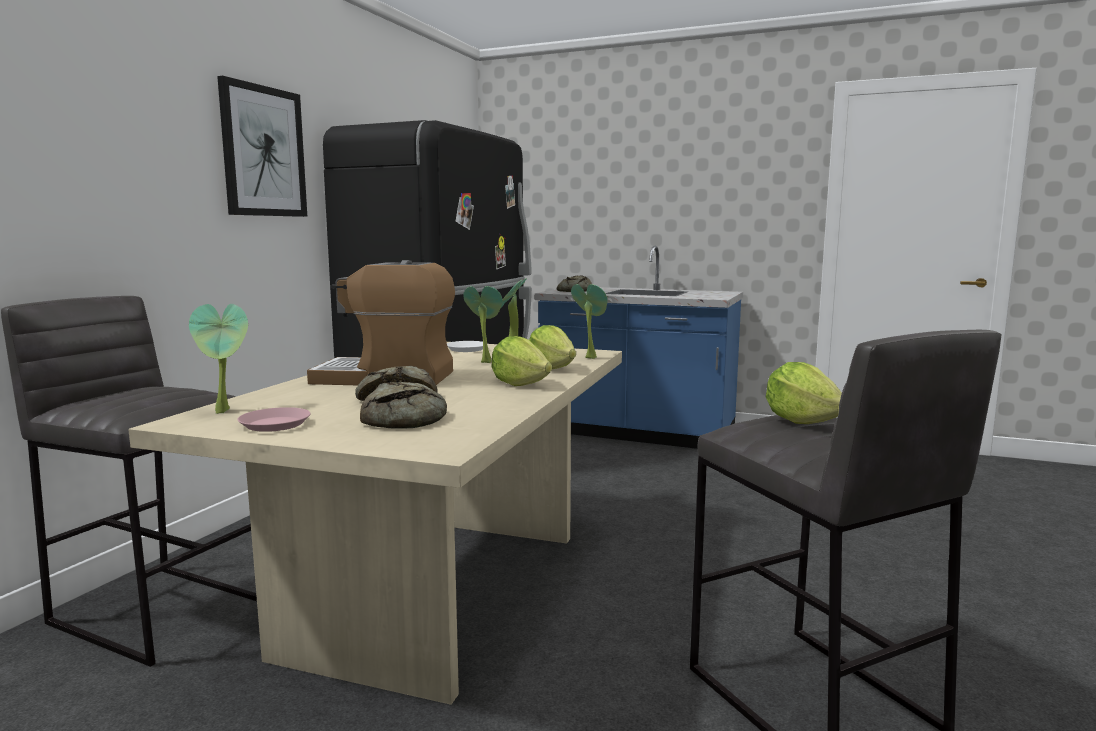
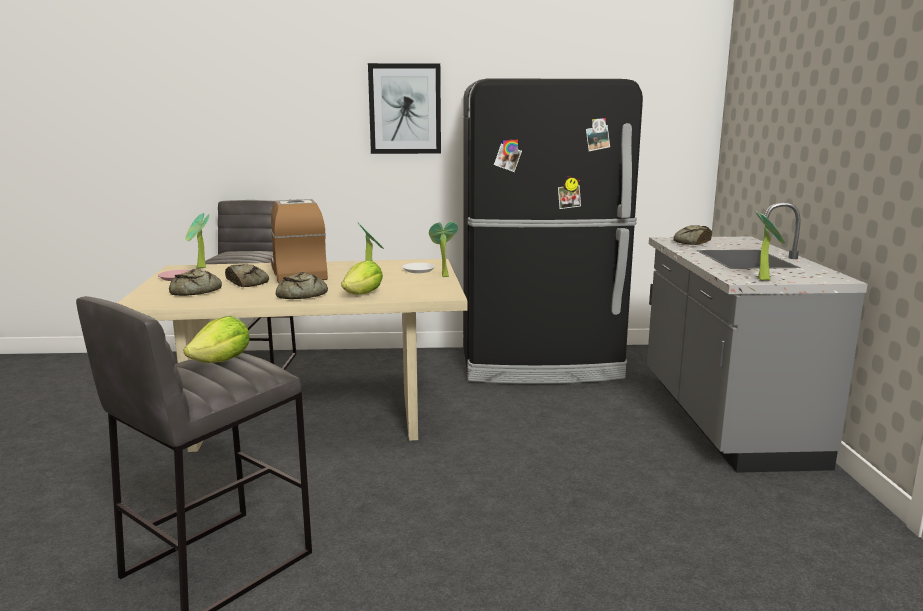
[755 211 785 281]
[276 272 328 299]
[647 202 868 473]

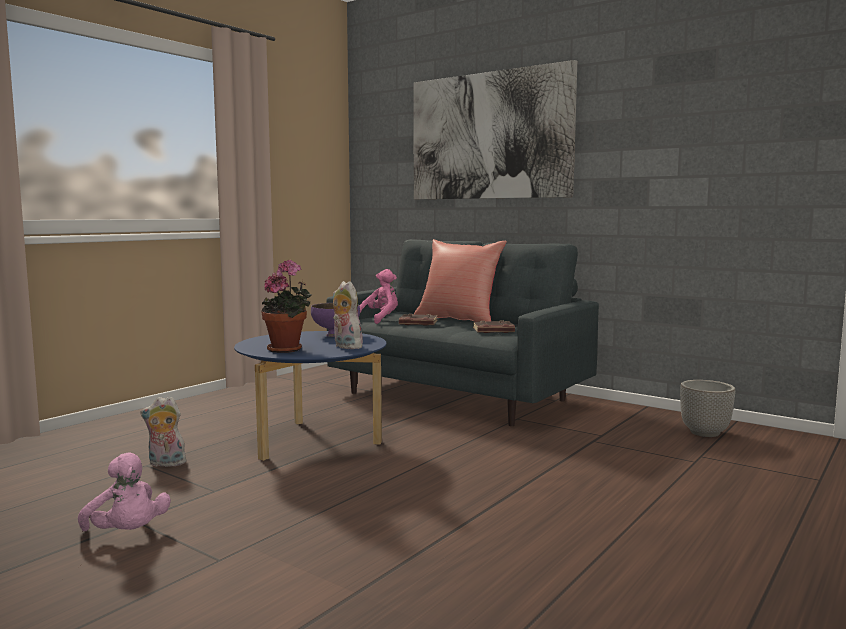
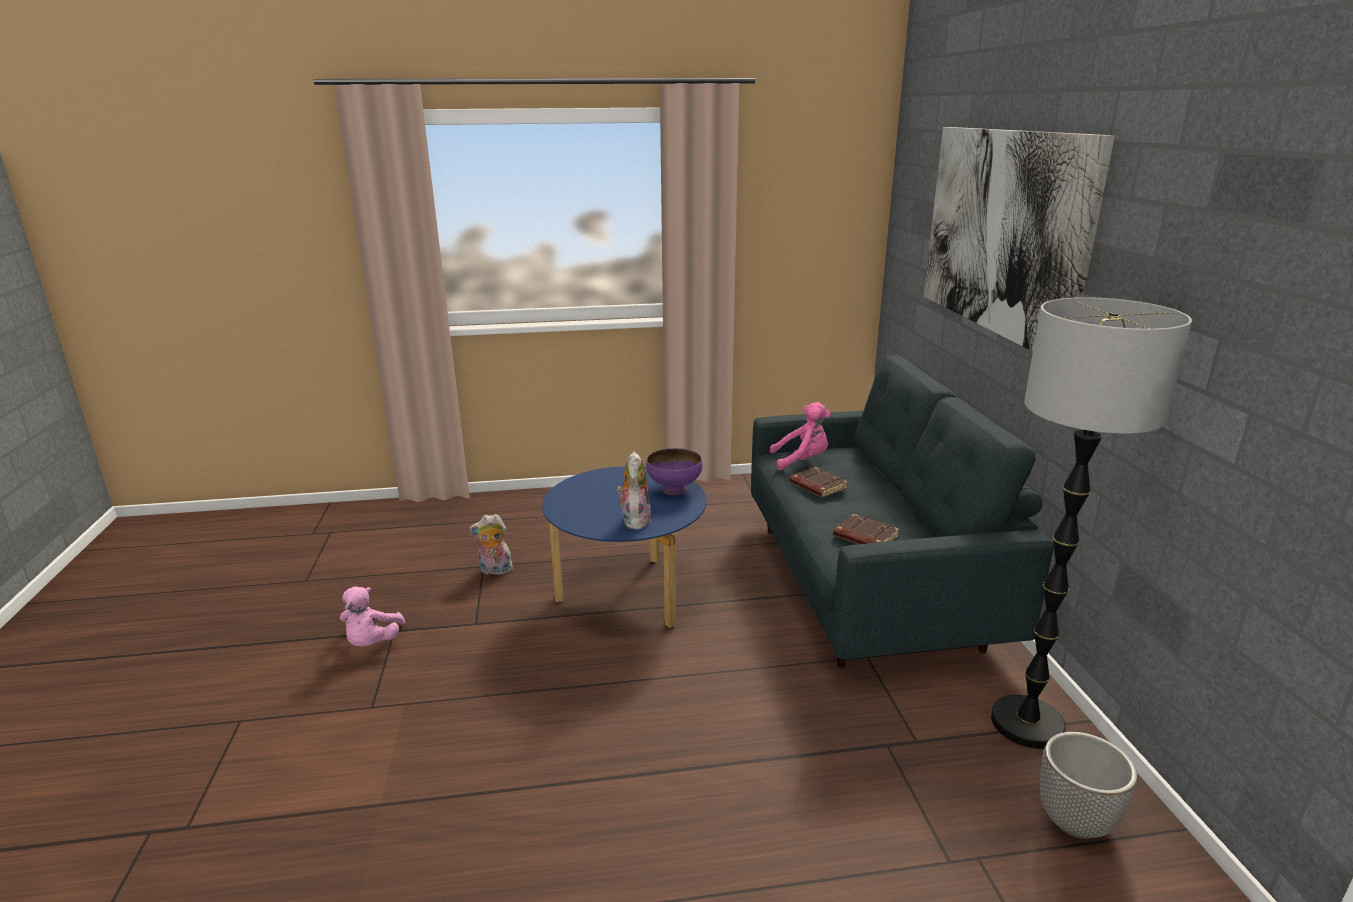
[261 260 312 353] (first image)
[414 239 507 322] (first image)
[991 297 1192 749]
[469 514 513 575]

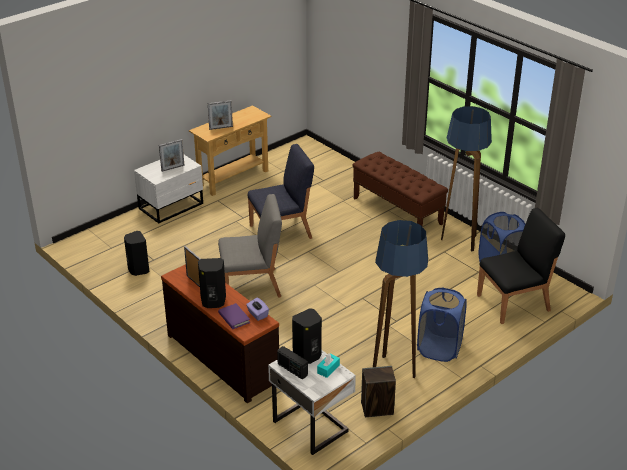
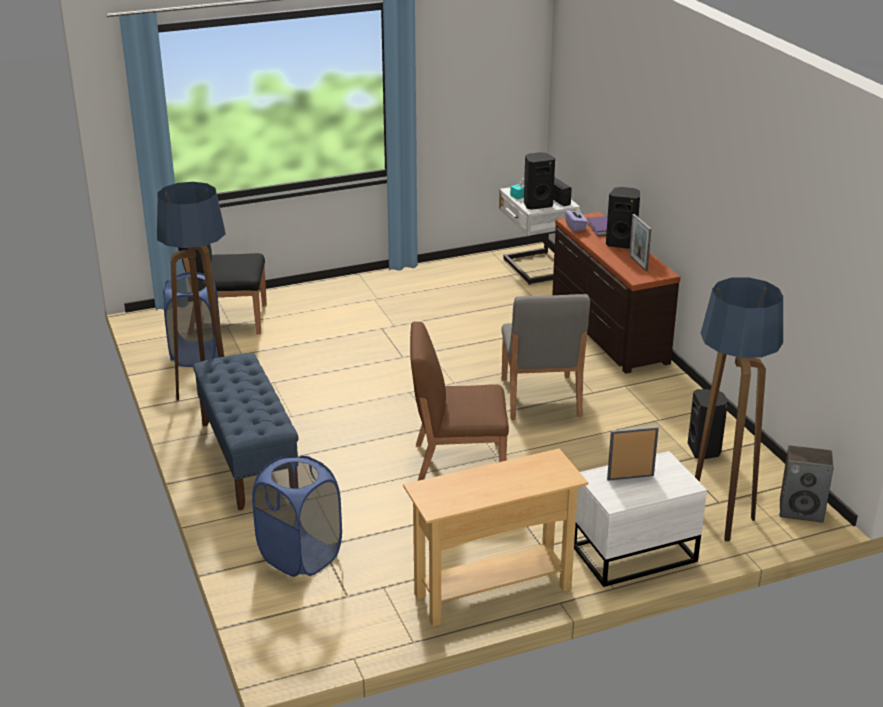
[208 100 233 130] (first image)
[780 445 834 523]
[695 277 783 541]
[252 456 342 577]
[410 322 509 481]
[193 353 299 510]
[501 294 590 420]

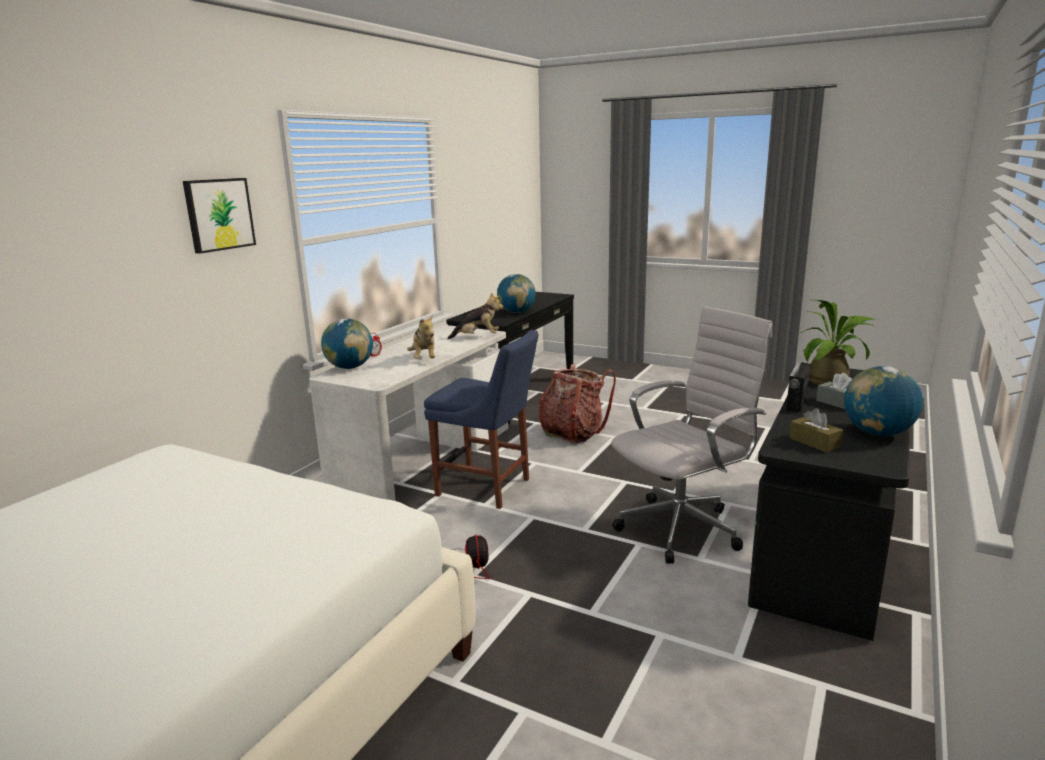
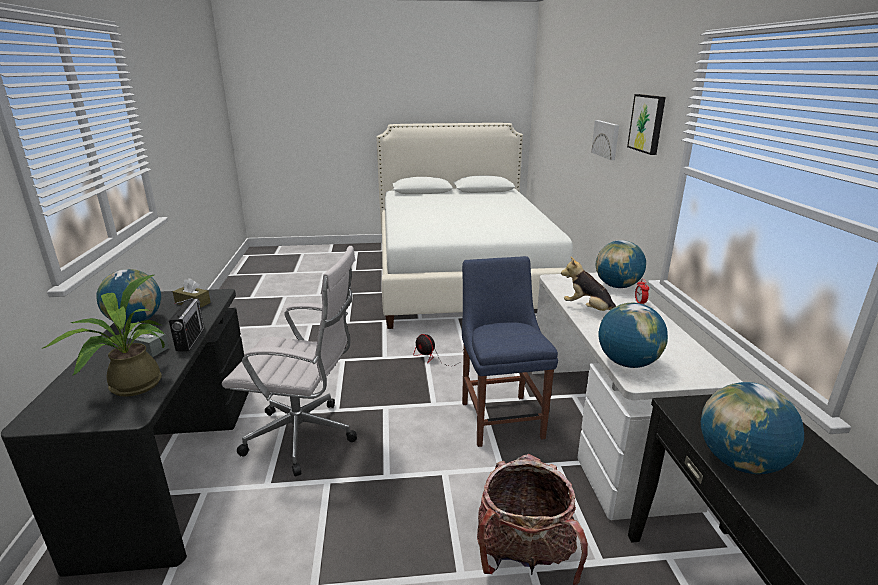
[591 120 619 160]
[598 303 668 368]
[462 256 558 447]
[222 246 357 477]

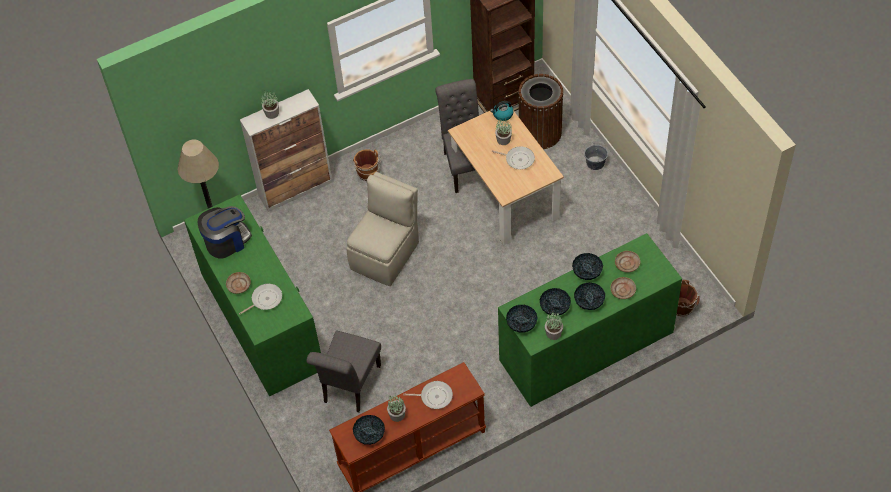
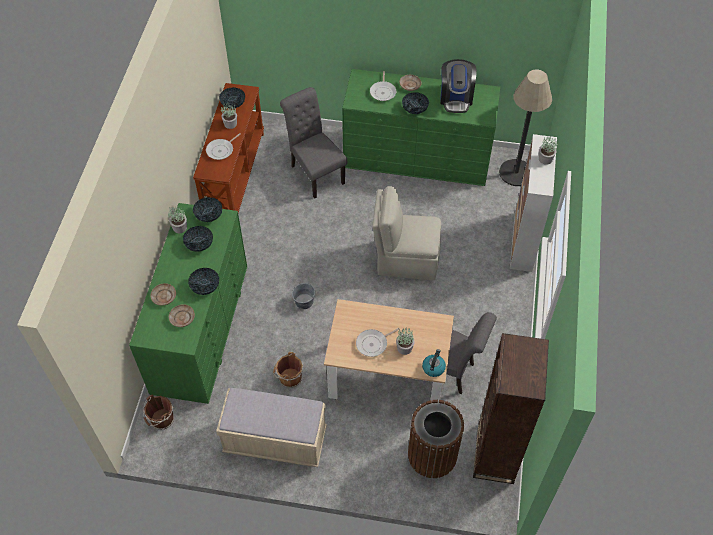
[216 388 327 467]
[273 352 303 388]
[402 92 429 114]
[292 283 315 309]
[372 186 441 280]

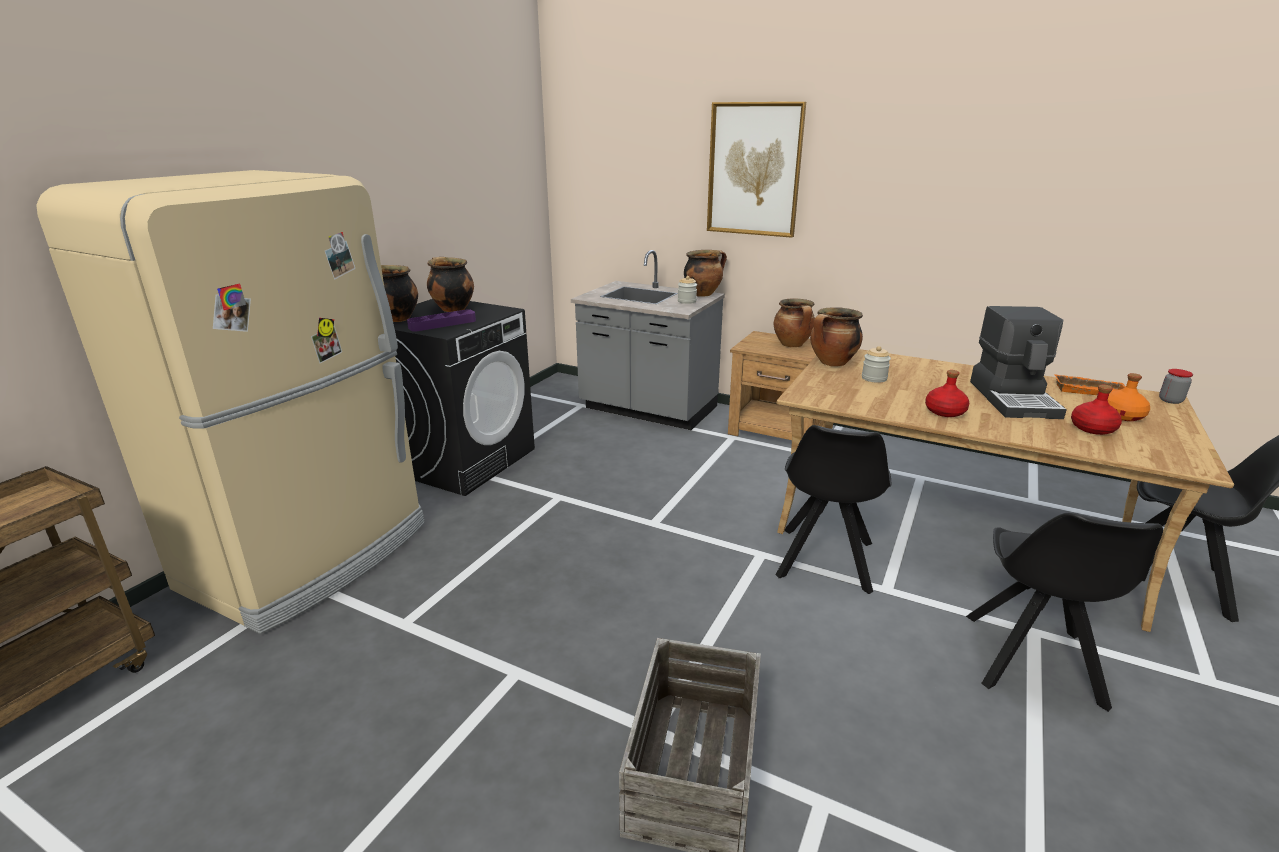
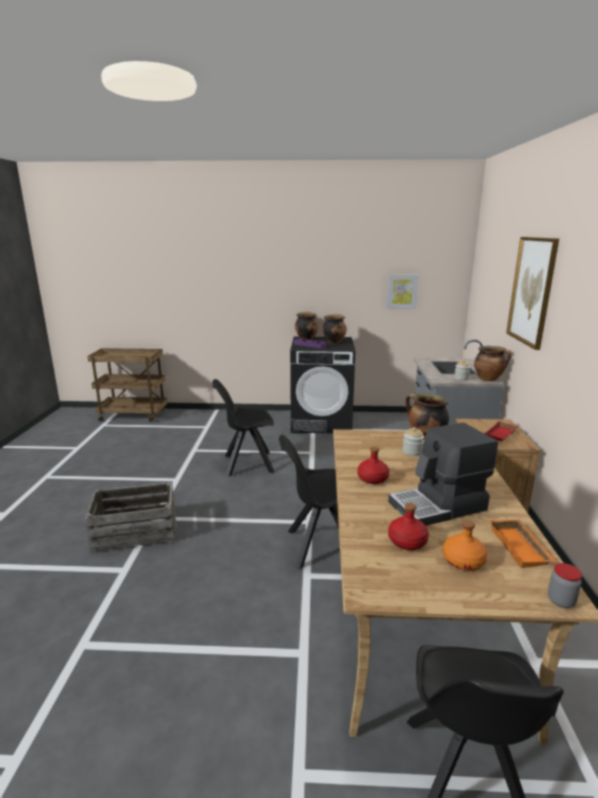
[36 170 425 634] (first image)
[387 275 419 309]
[212 379 275 477]
[484 421 518 442]

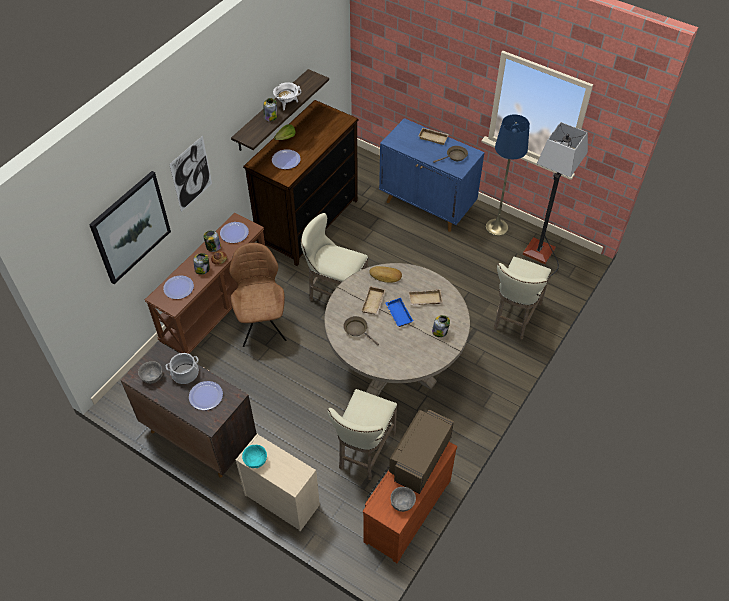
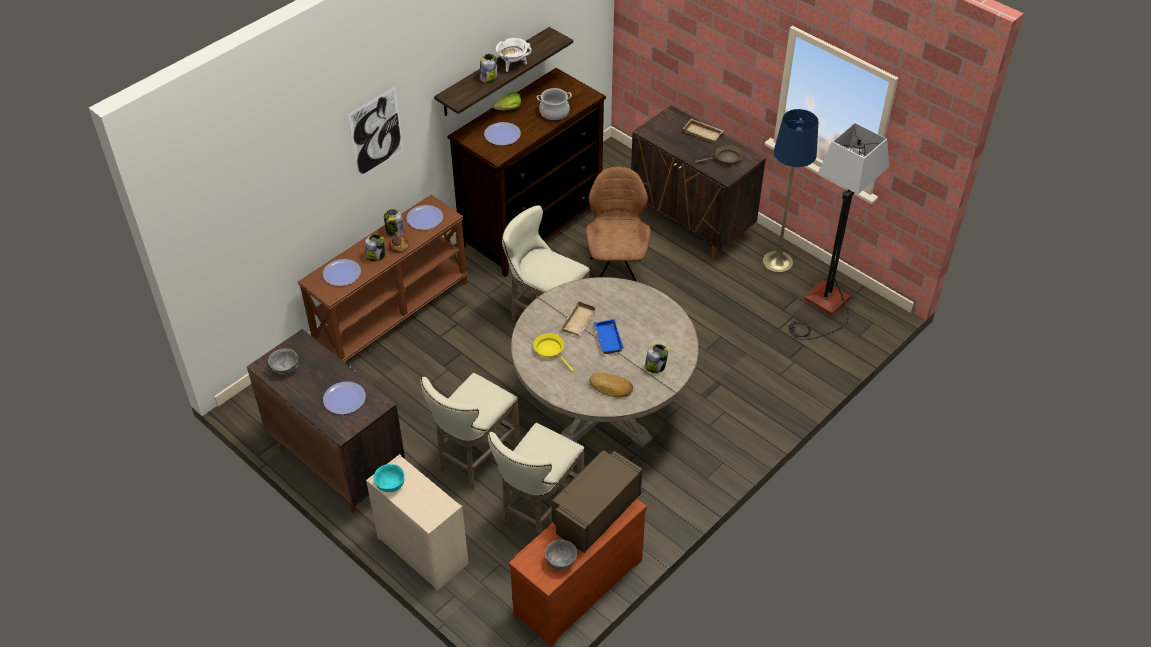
[89 171 171 284] (first image)
[409 289 443 305] (first image)
[537 88 572 121]
[586 166 651 282]
[589 372 633 397]
[421 373 521 490]
[533 333 574 372]
[631 105 766 260]

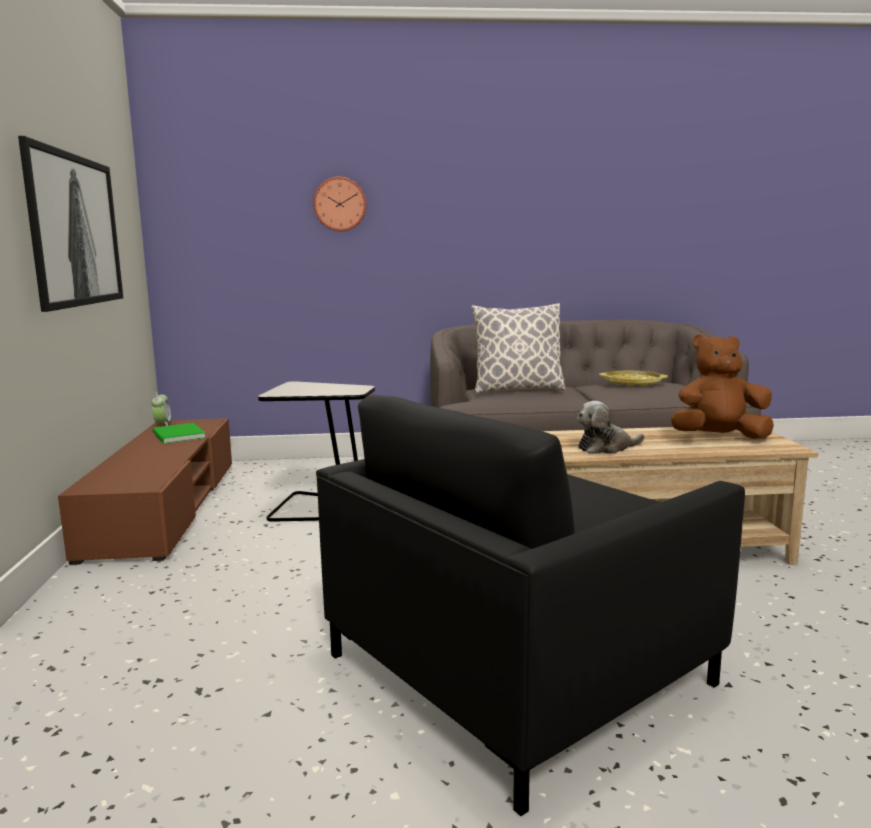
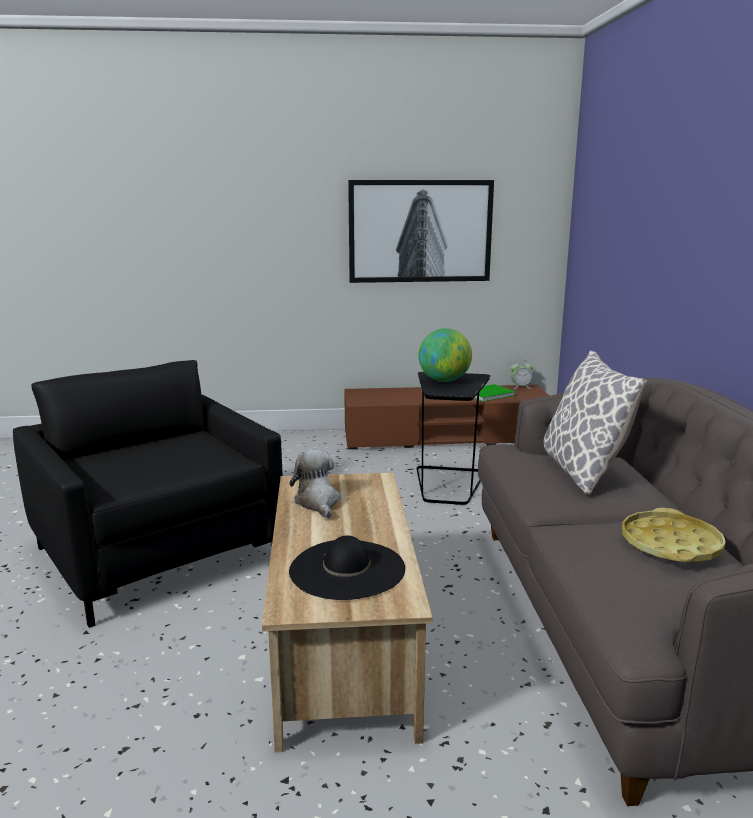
[313 177 366 232] (first image)
[418 328 472 382]
[289 535 405 600]

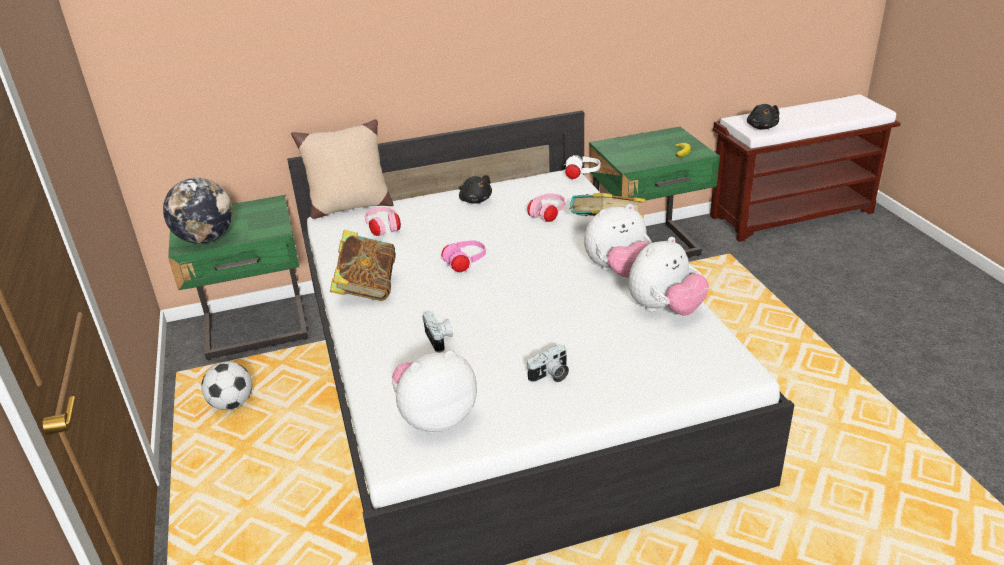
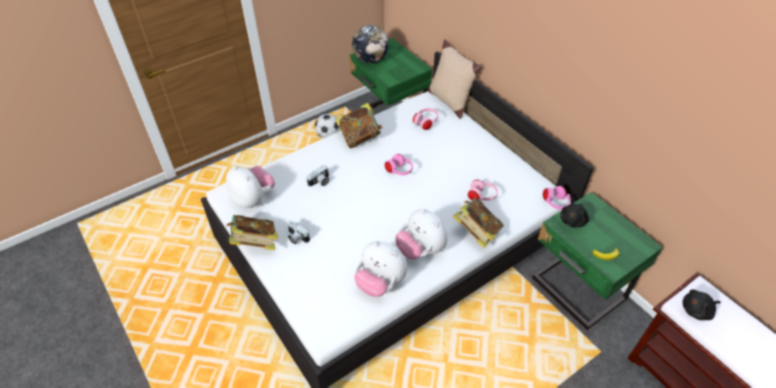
[226 215 278 250]
[560 204 589 228]
[543 186 571 209]

